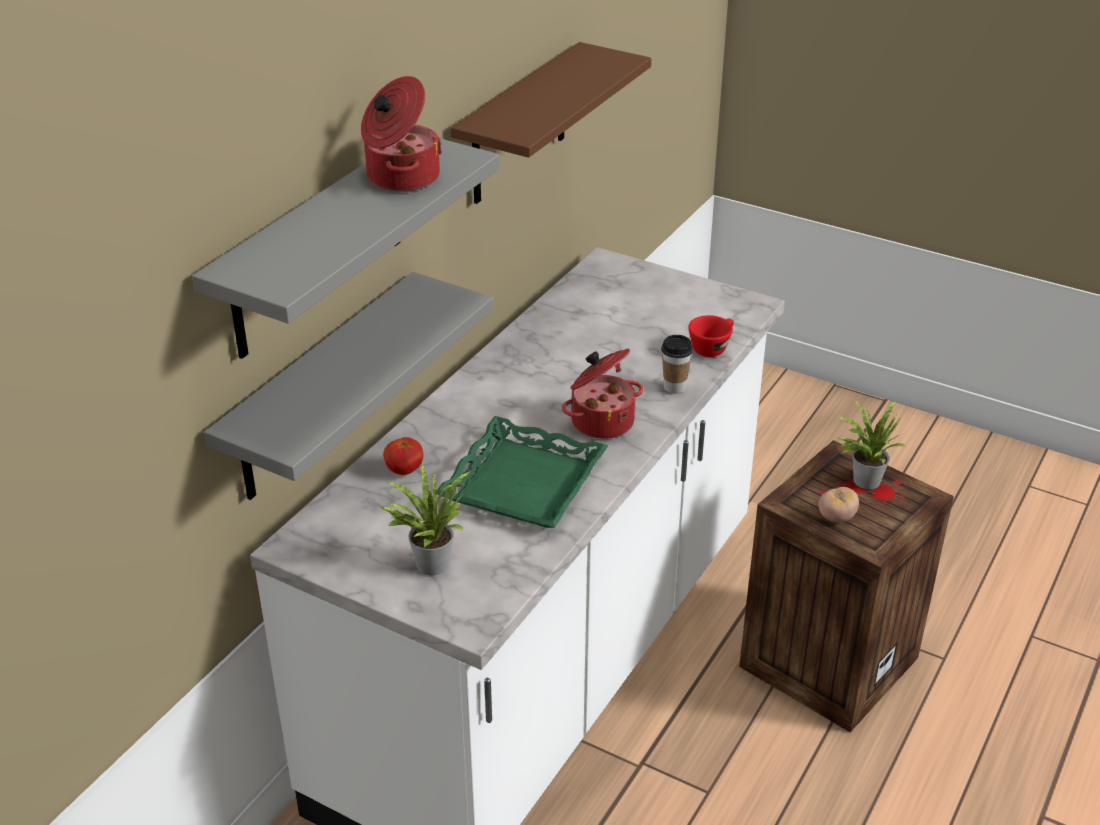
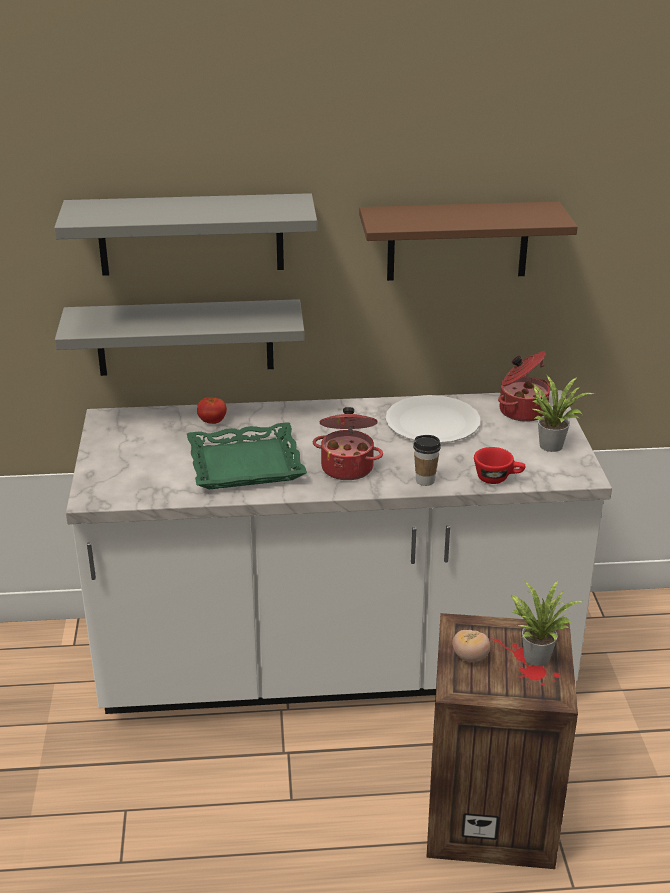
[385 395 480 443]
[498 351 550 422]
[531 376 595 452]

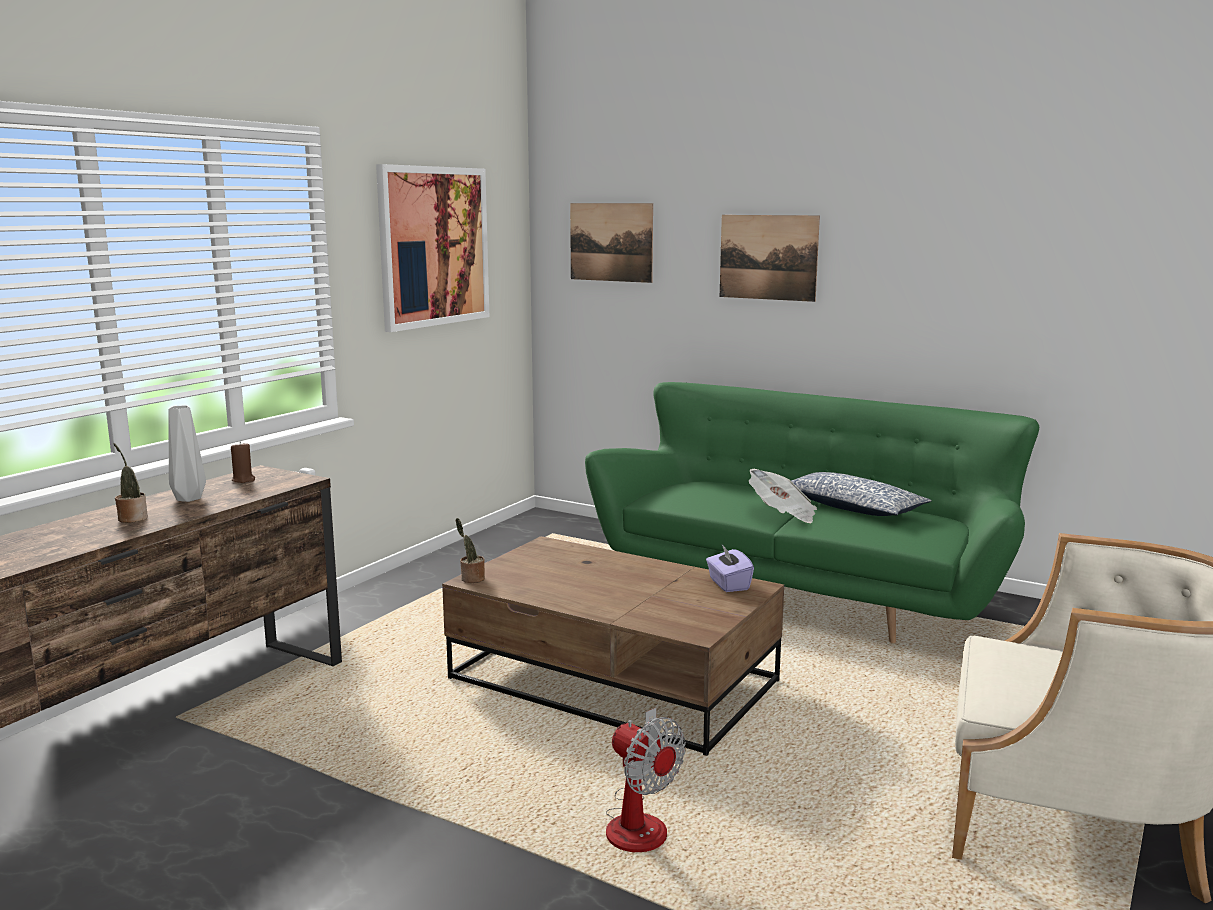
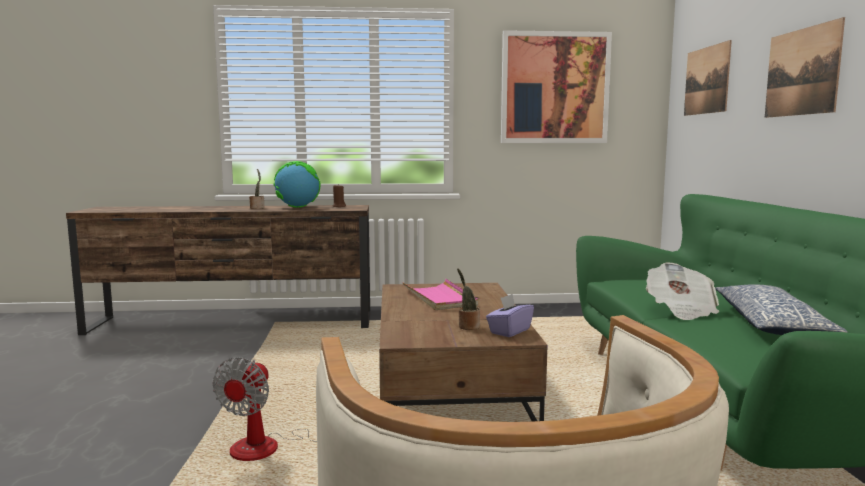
[402 279 478 310]
[457 268 480 330]
[274 161 321 208]

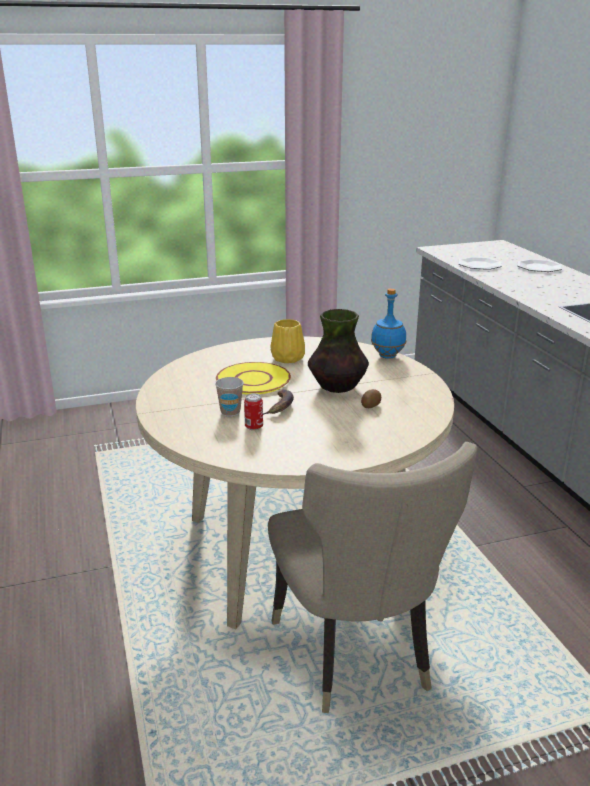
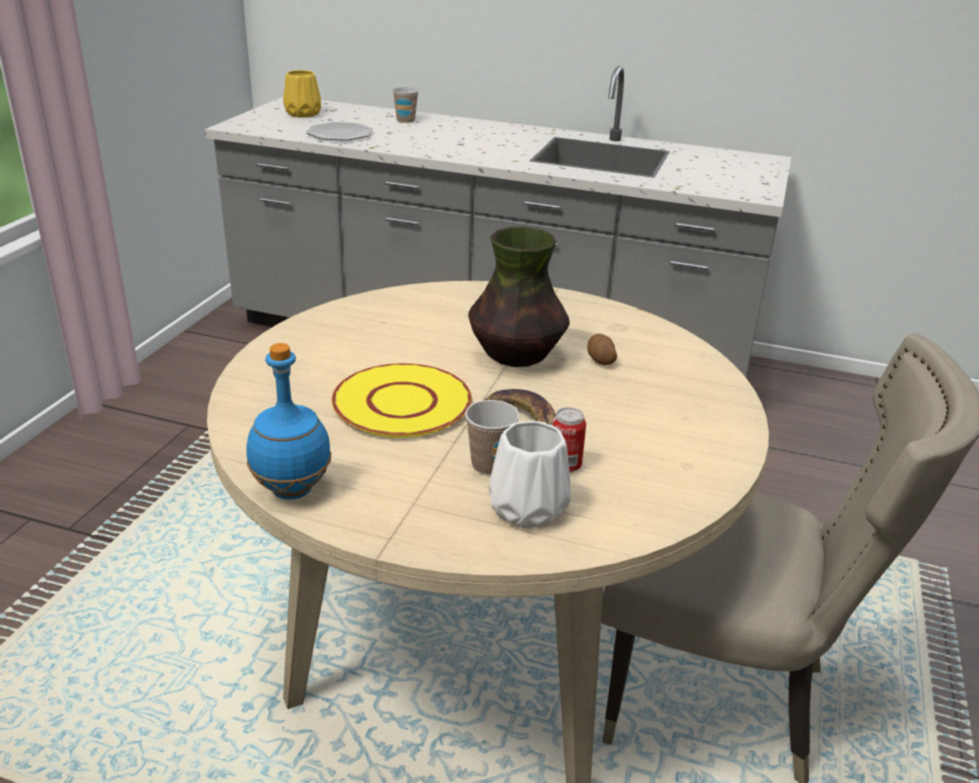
[489 421 571 528]
[283 70 321 118]
[246 343 331 499]
[392 87 419 123]

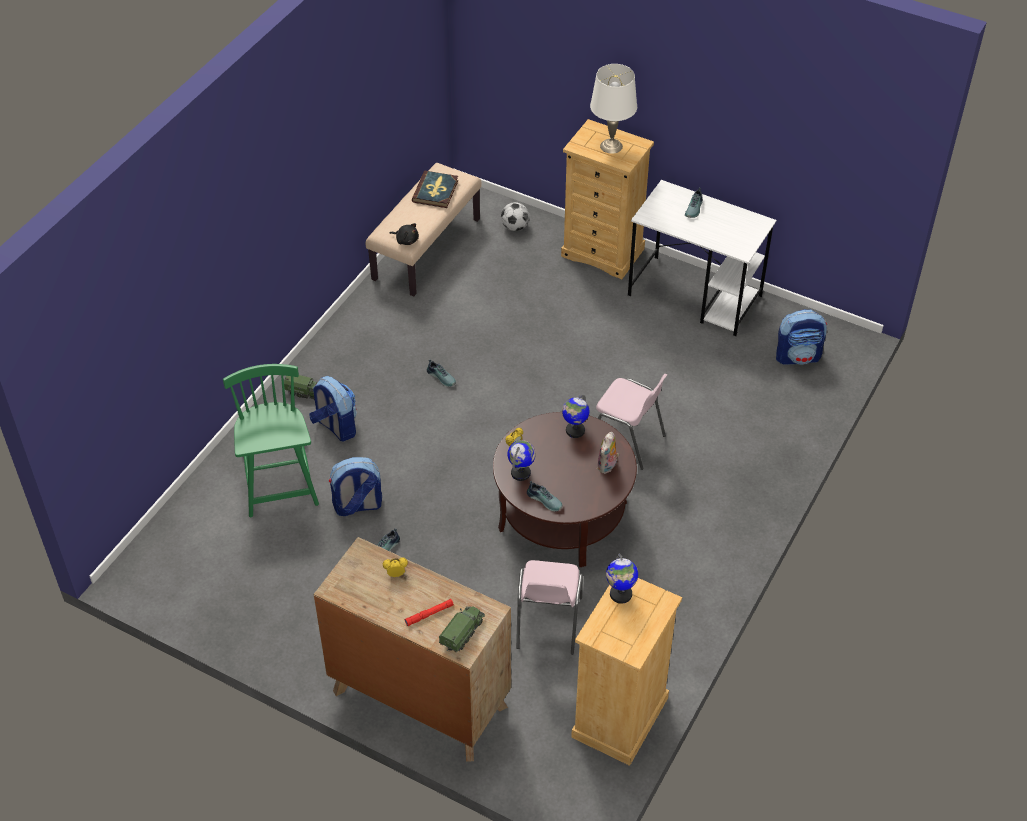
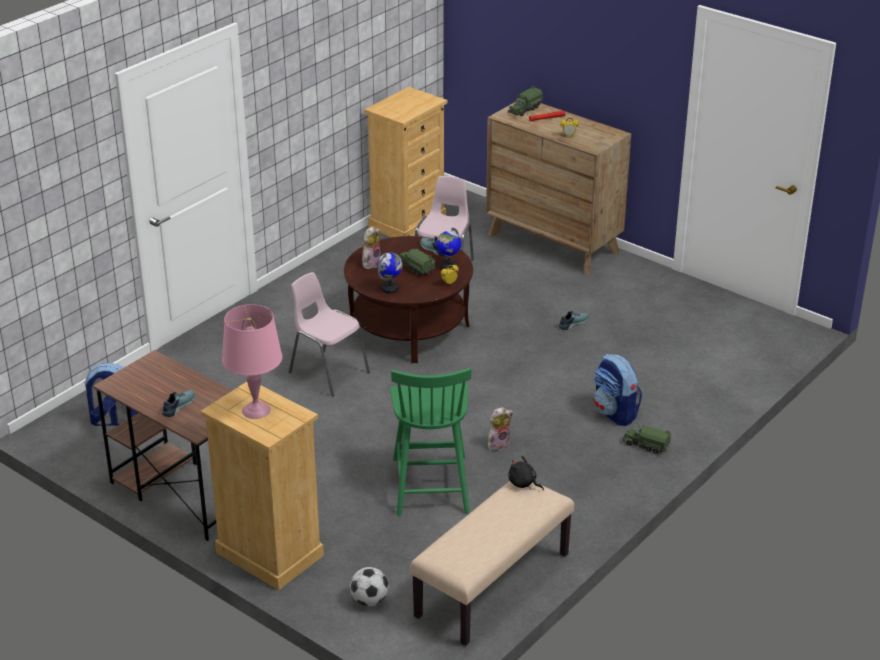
[329 457 382 516] (first image)
[412 171 458 208] (first image)
[606 554 638 604] (first image)
[399 249 435 276]
[390 367 471 516]
[488 407 513 451]
[222 304 282 419]
[93 350 233 541]

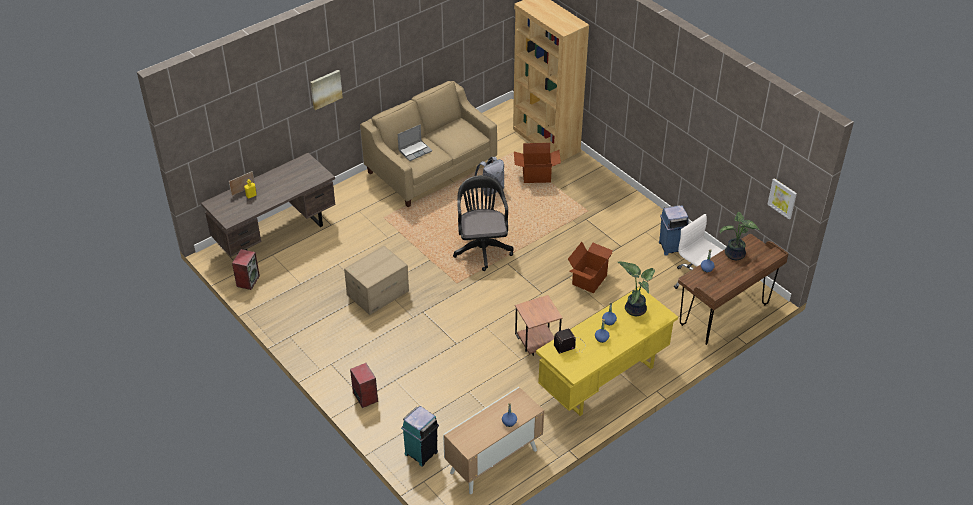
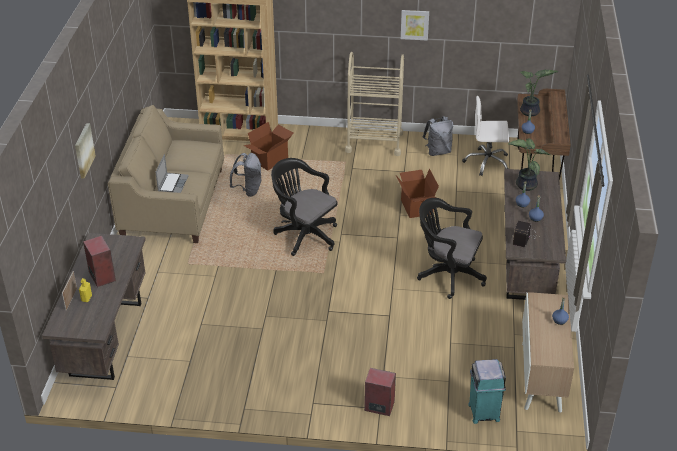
[344 246 409 315] (first image)
[345 52 404 156]
[83 236 116 287]
[401 10 429 41]
[417 198 487 299]
[423 116 453 156]
[504 169 566 300]

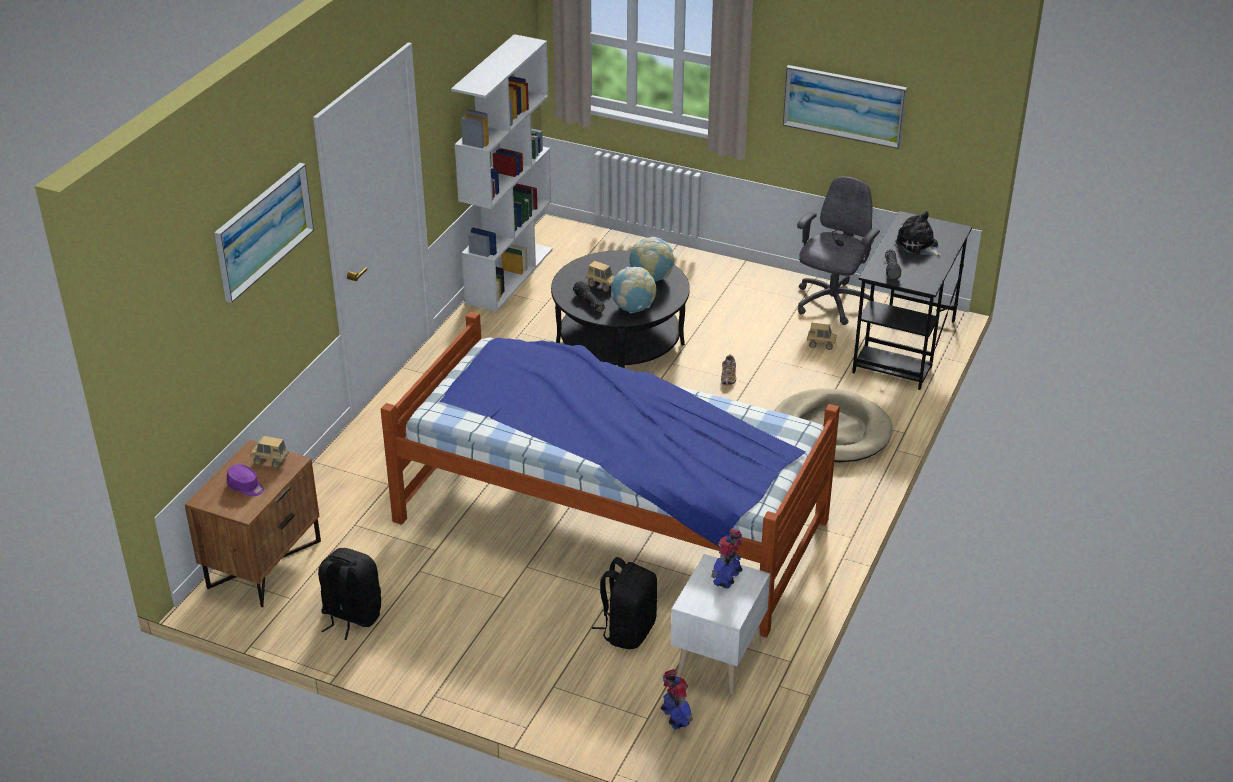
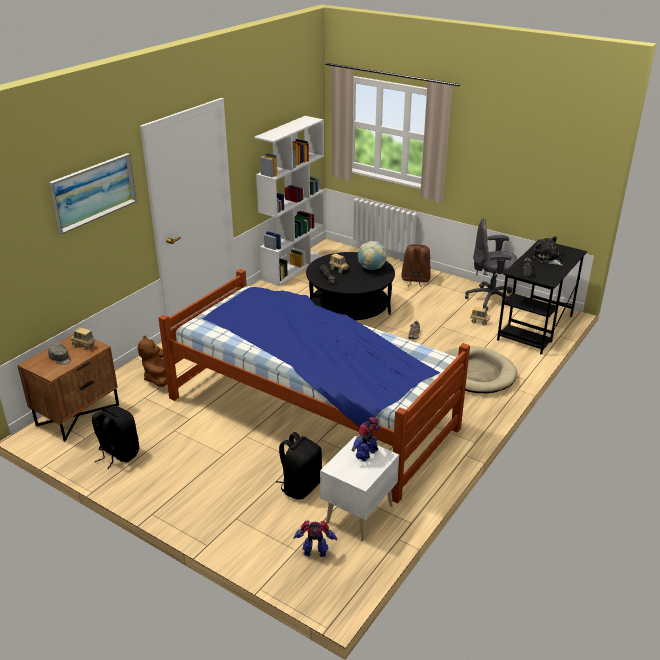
[611 267 656 313] (first image)
[783 65 907 149] (first image)
[137 336 167 387]
[401 244 431 287]
[48 343 71 365]
[294 520 337 557]
[465 218 518 311]

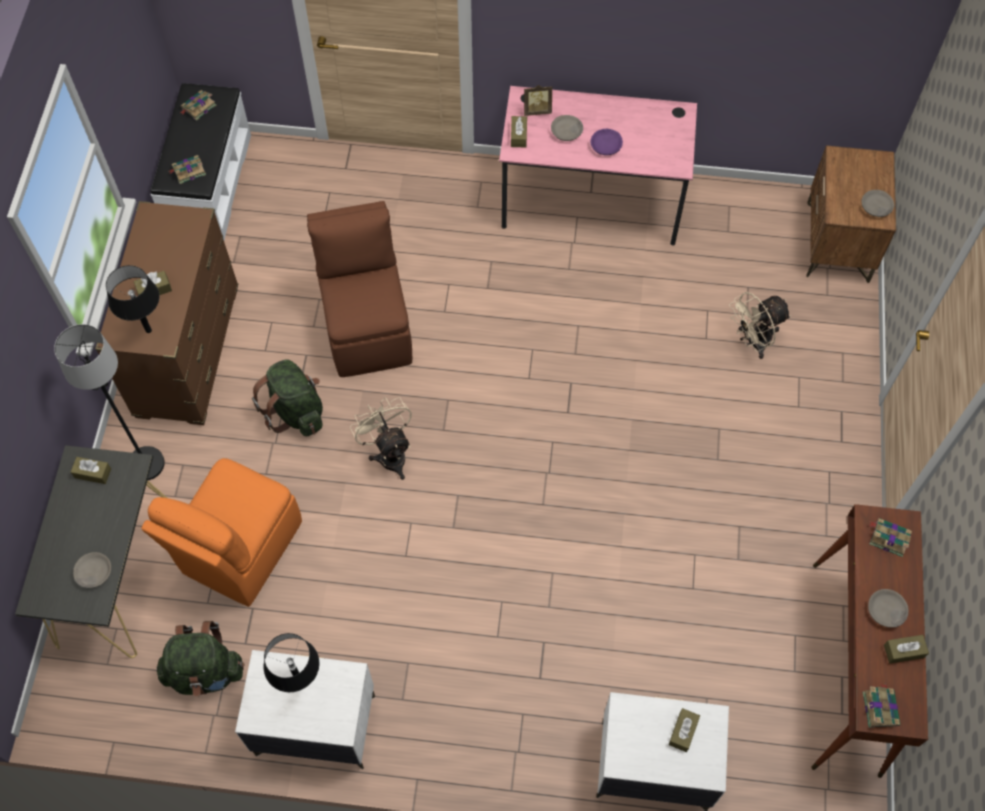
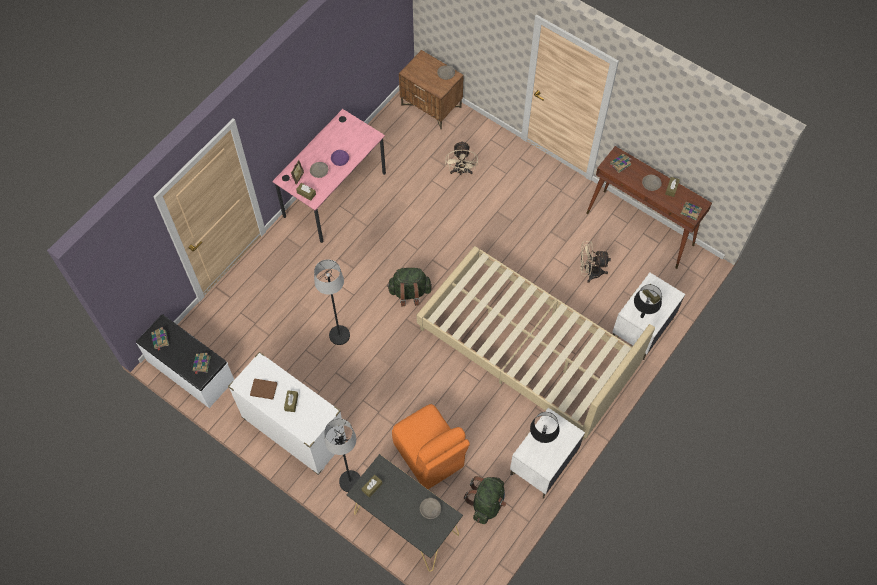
[250 378 278 399]
[417 246 655 440]
[634 284 662 318]
[387 268 432 306]
[580 242 611 283]
[314 259 350 345]
[228 352 346 475]

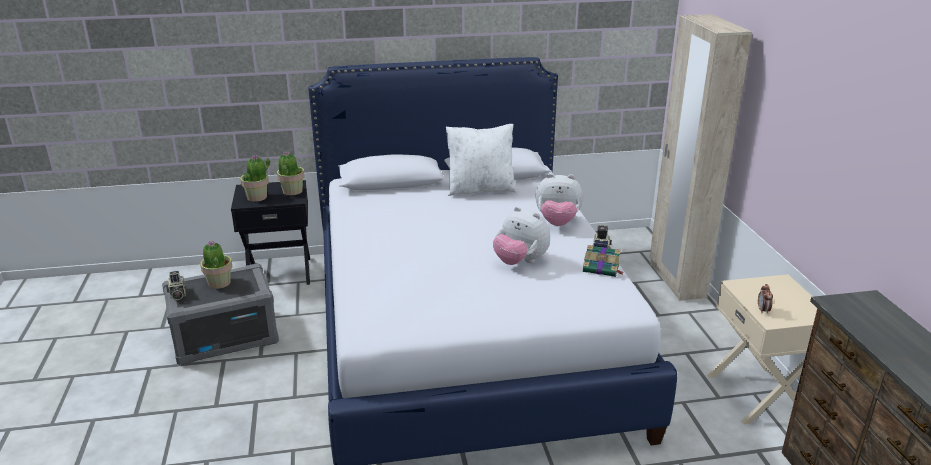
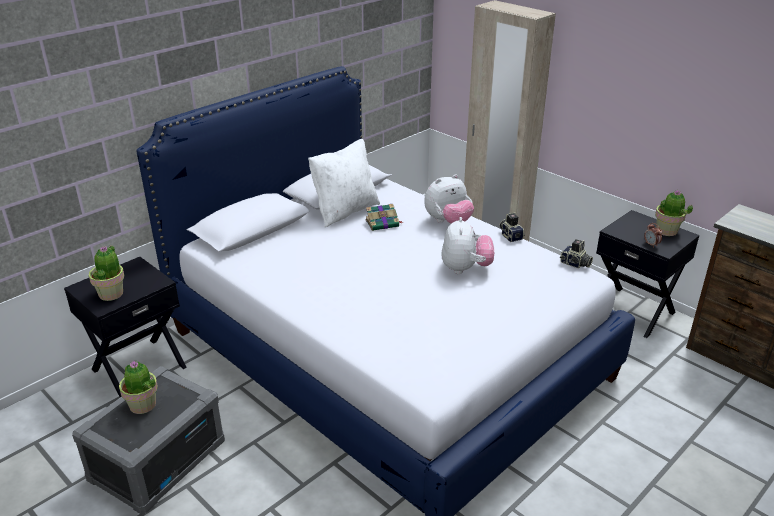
[560 239 593 269]
[655 190 693 236]
[366 204 403 231]
[596 210 700 338]
[441 217 494 274]

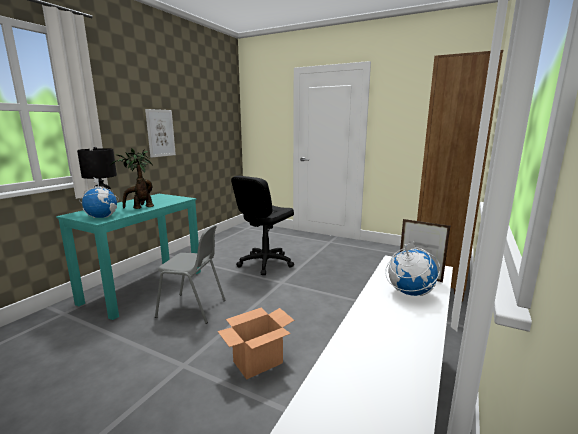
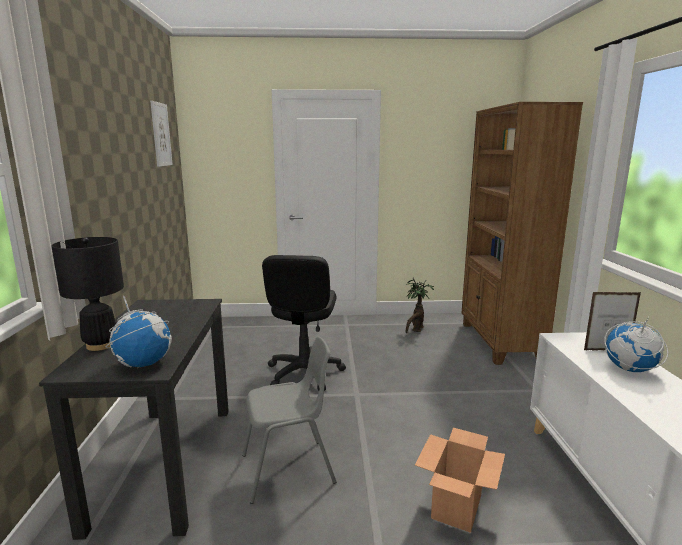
[406 277 434 334]
[150 101 173 167]
[39 299 229 540]

